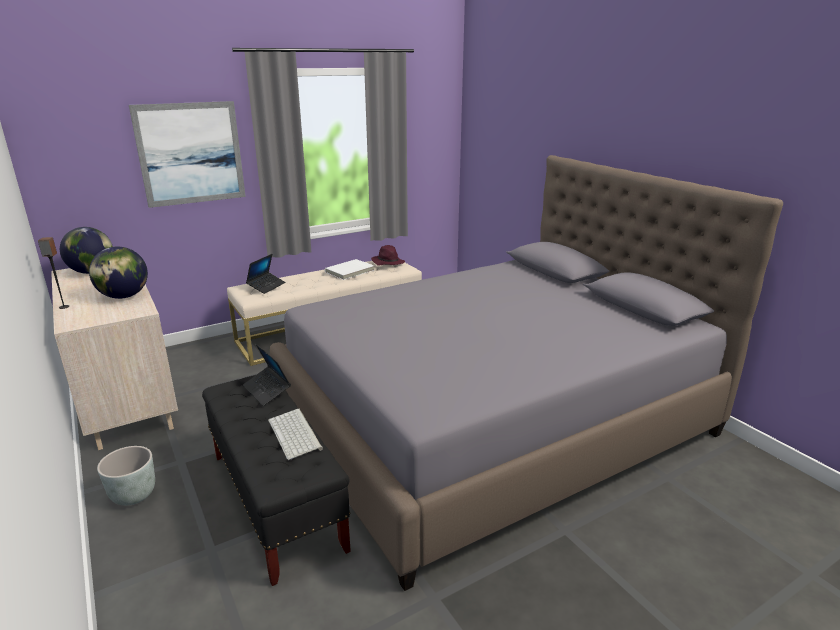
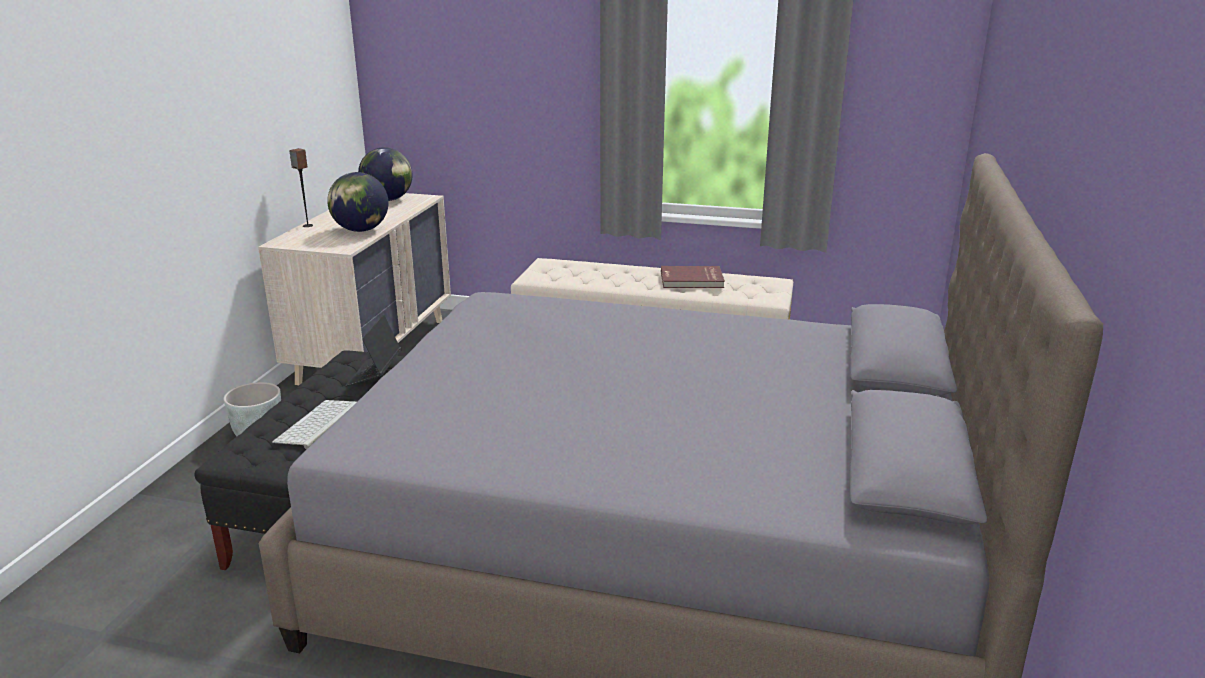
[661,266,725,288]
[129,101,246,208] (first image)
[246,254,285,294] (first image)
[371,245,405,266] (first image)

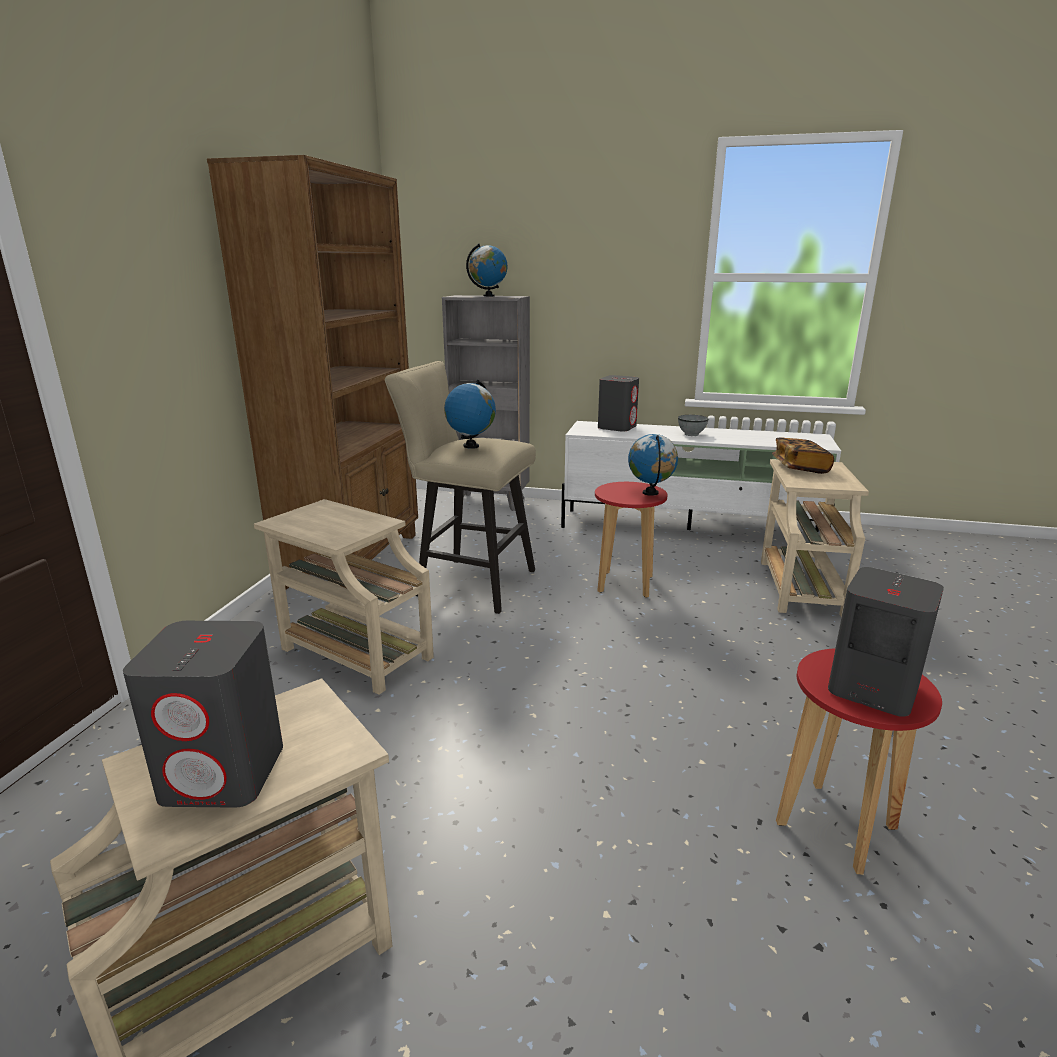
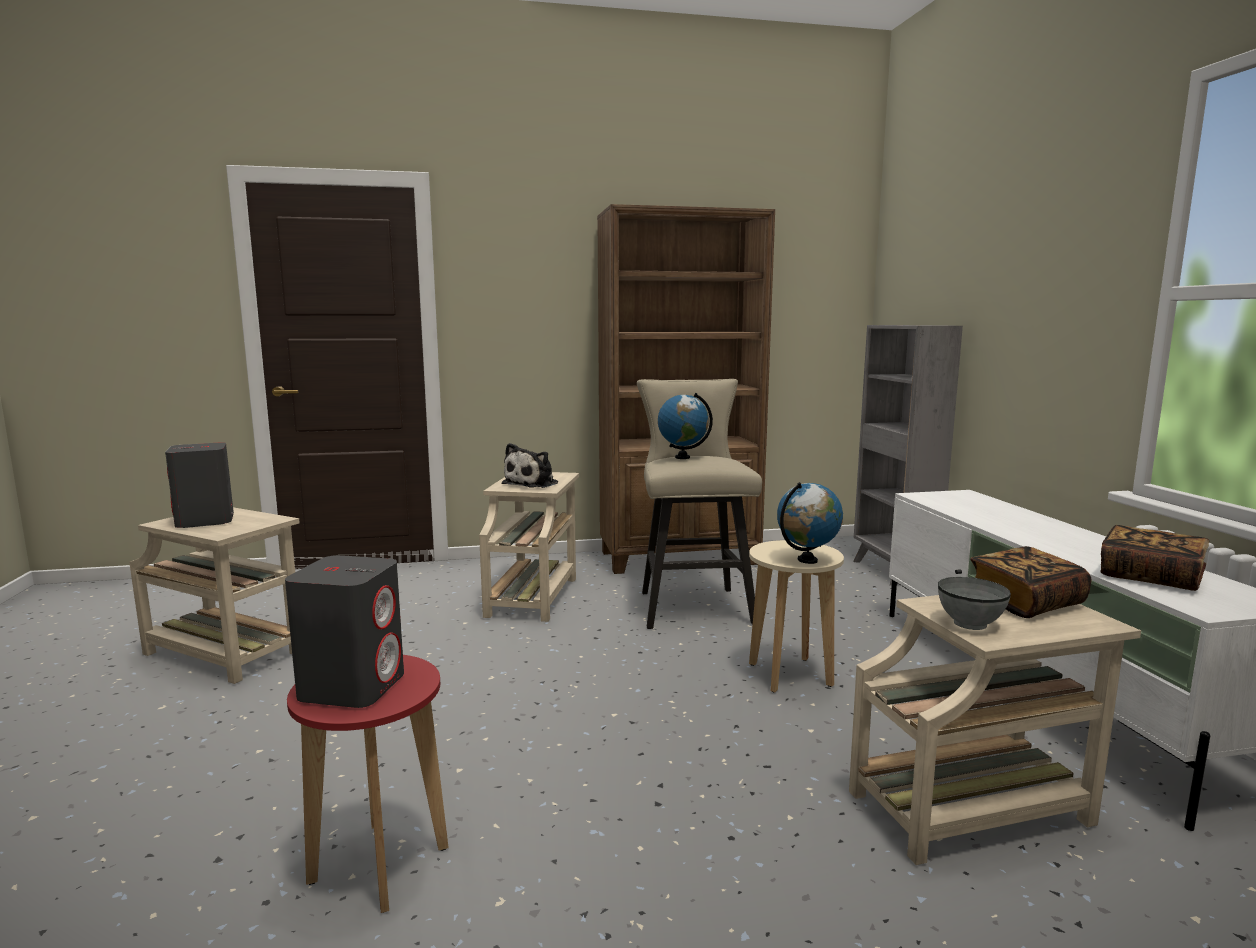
[502,443,558,488]
[749,540,844,693]
[938,577,1011,630]
[1100,525,1209,591]
[466,244,508,297] (first image)
[598,375,639,432] (first image)

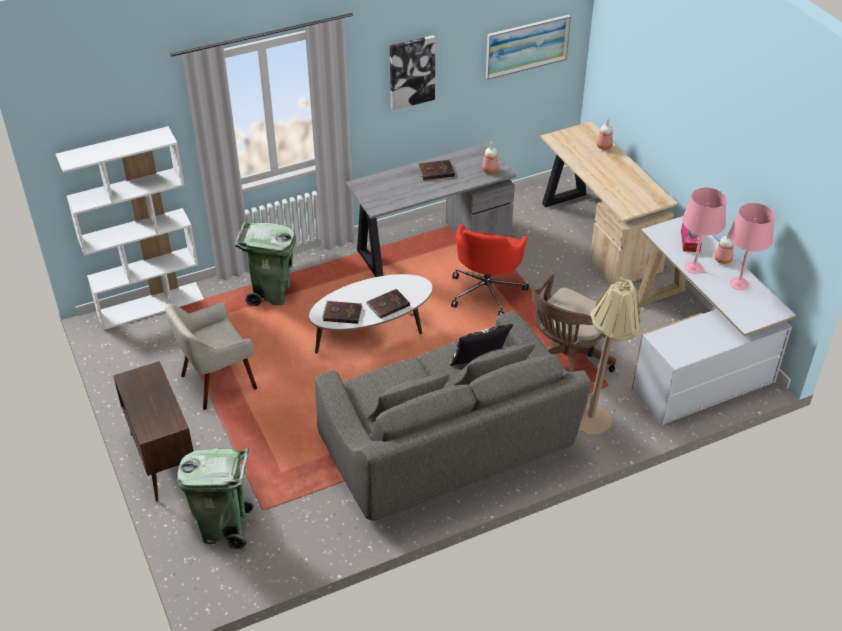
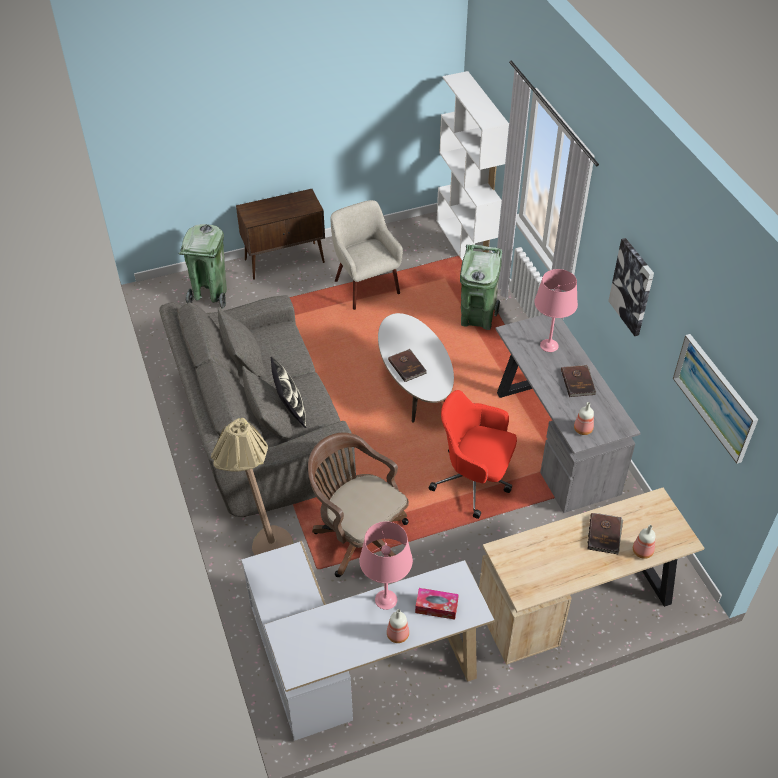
[534,269,578,352]
[587,513,623,554]

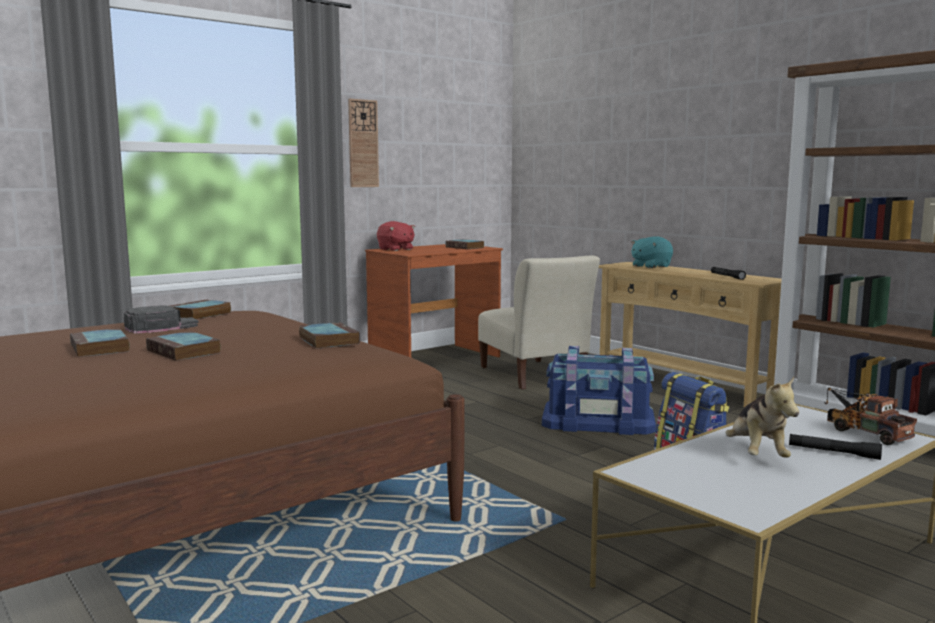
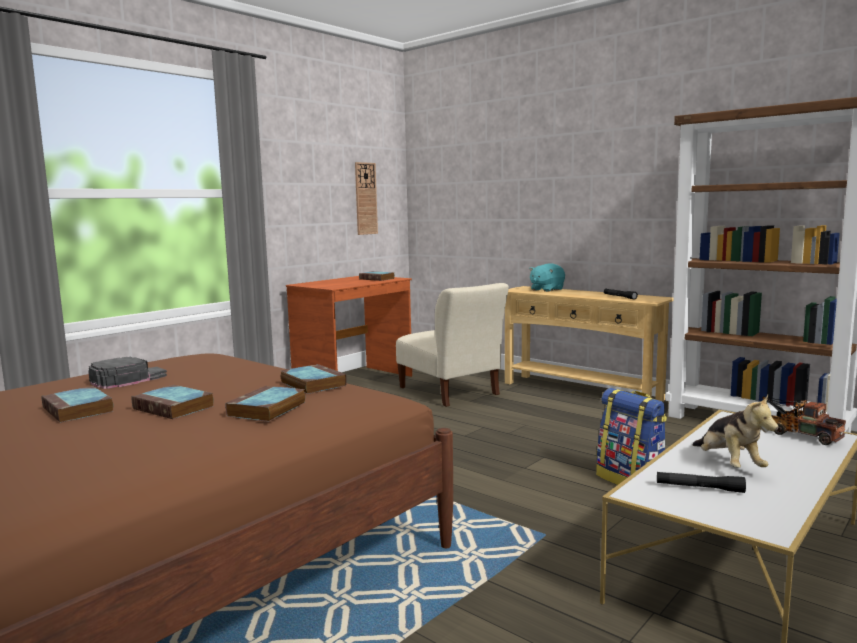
[225,386,306,422]
[355,162,378,235]
[657,472,746,493]
[377,221,415,251] (first image)
[542,346,656,435] (first image)

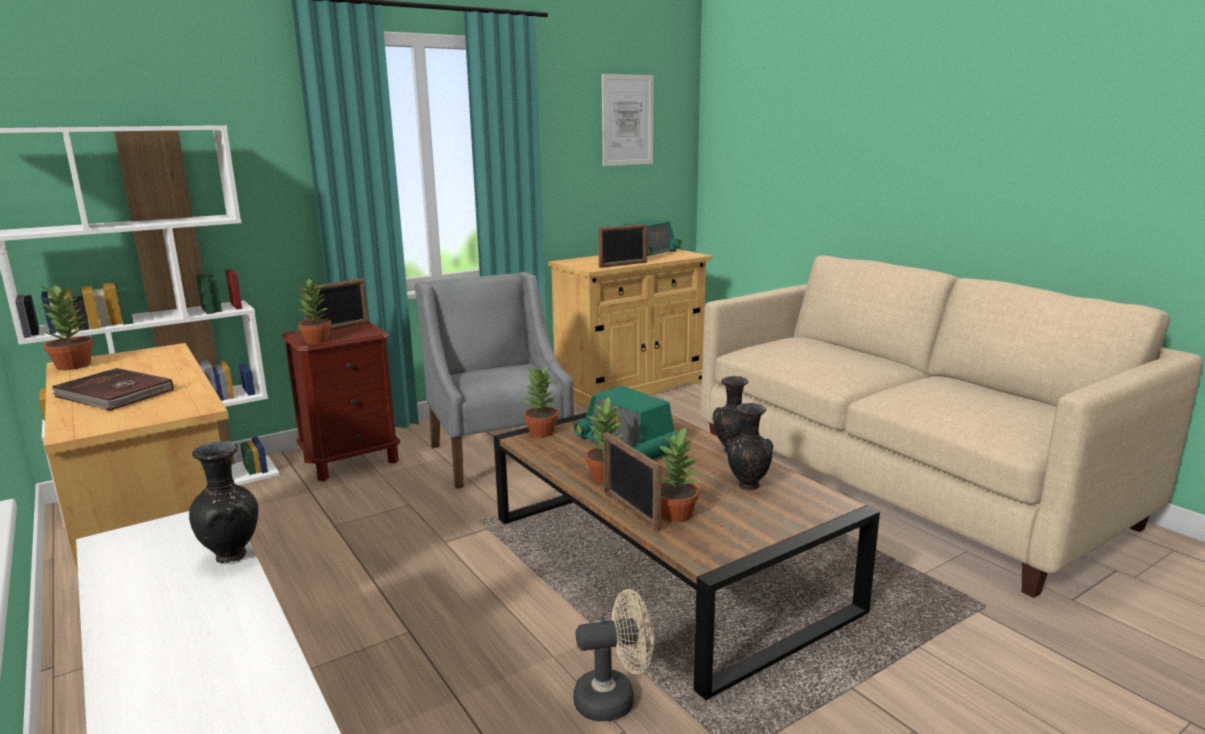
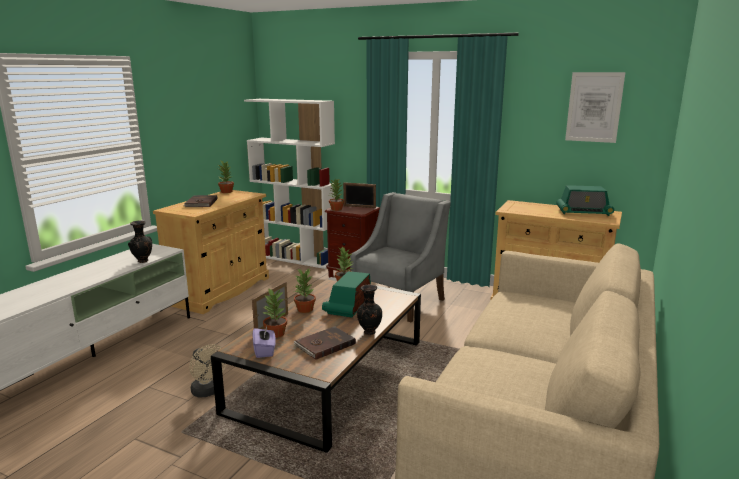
[253,326,276,358]
[294,326,356,360]
[598,224,647,268] (first image)

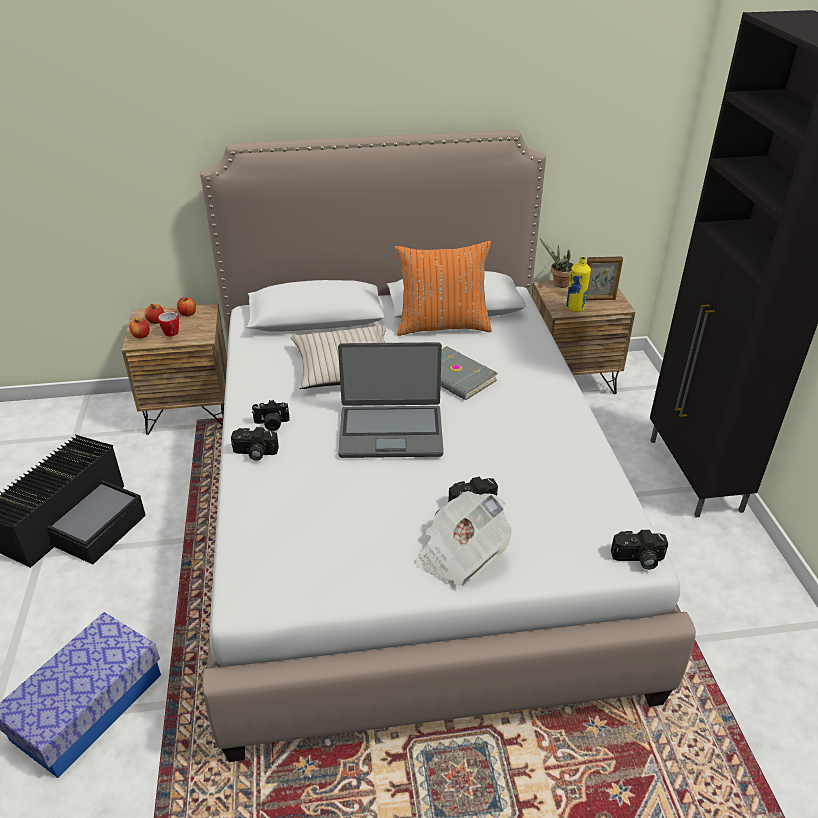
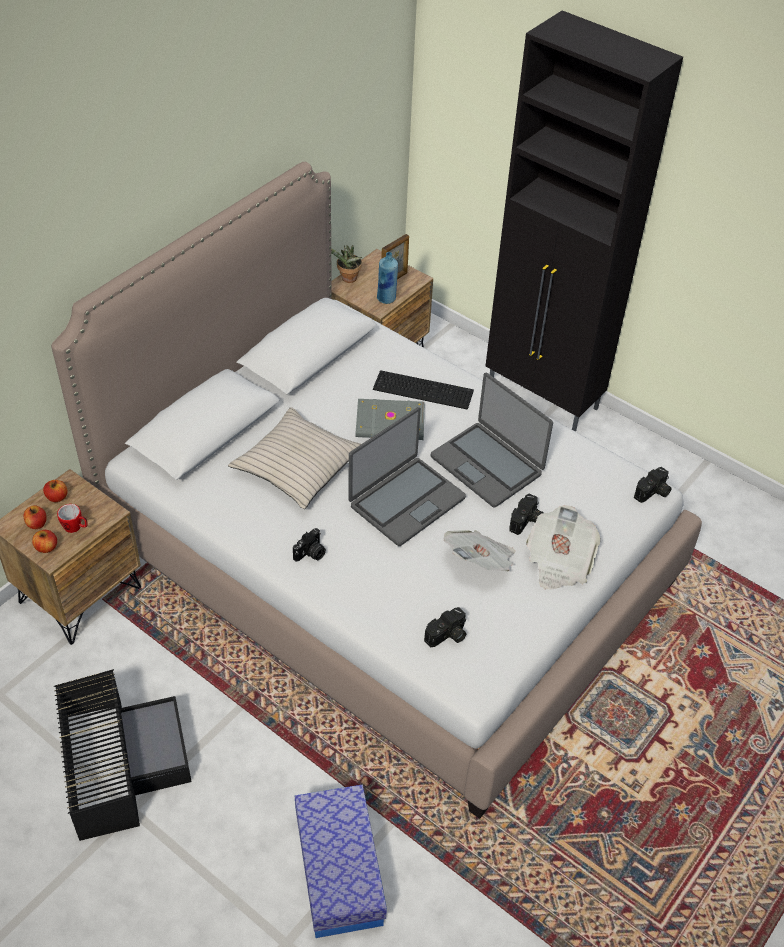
[373,370,474,410]
[377,252,398,304]
[424,607,466,647]
[431,372,553,507]
[444,530,516,572]
[395,241,492,336] (first image)

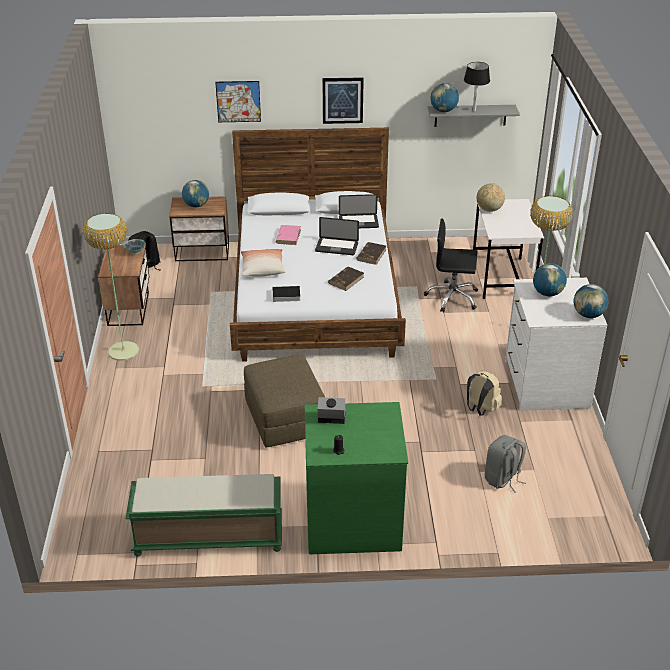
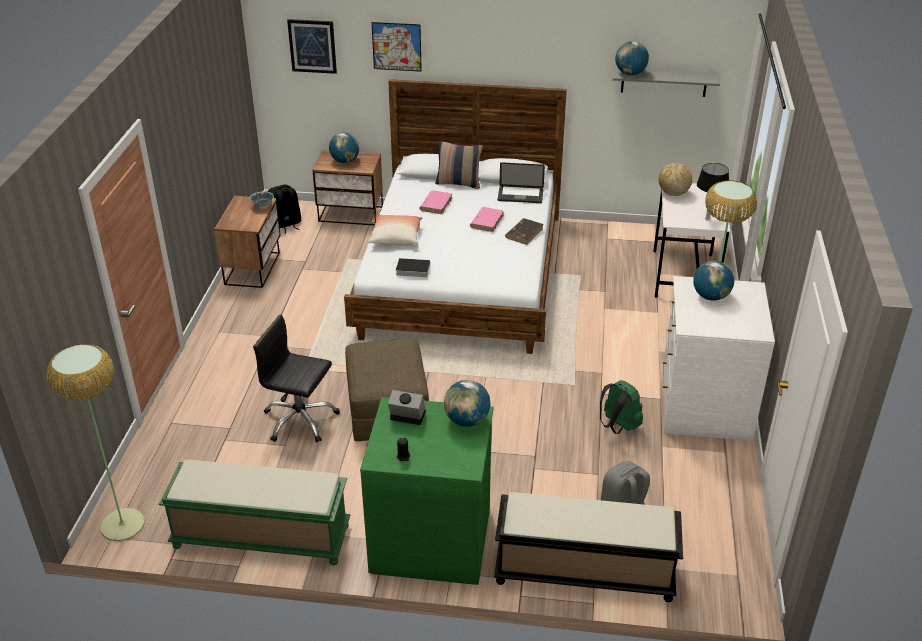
[46,344,145,541]
[253,315,340,442]
[287,19,337,74]
[435,141,483,189]
[444,380,491,427]
[470,207,504,232]
[494,492,683,602]
[600,380,643,434]
[697,163,729,221]
[328,267,364,291] (first image)

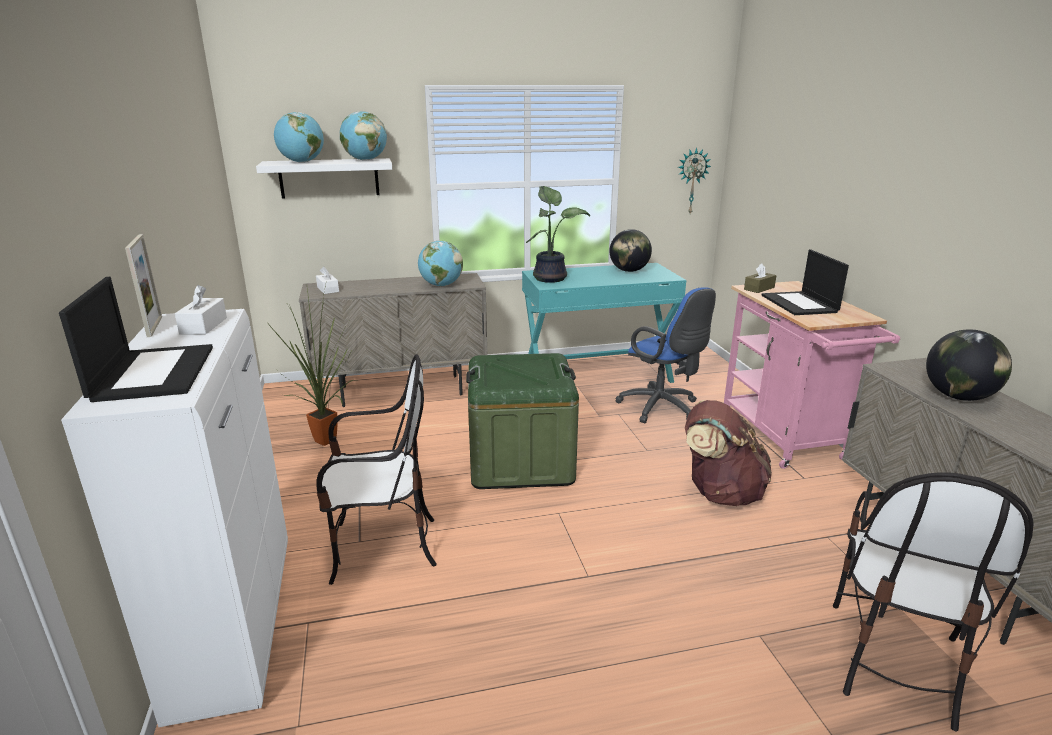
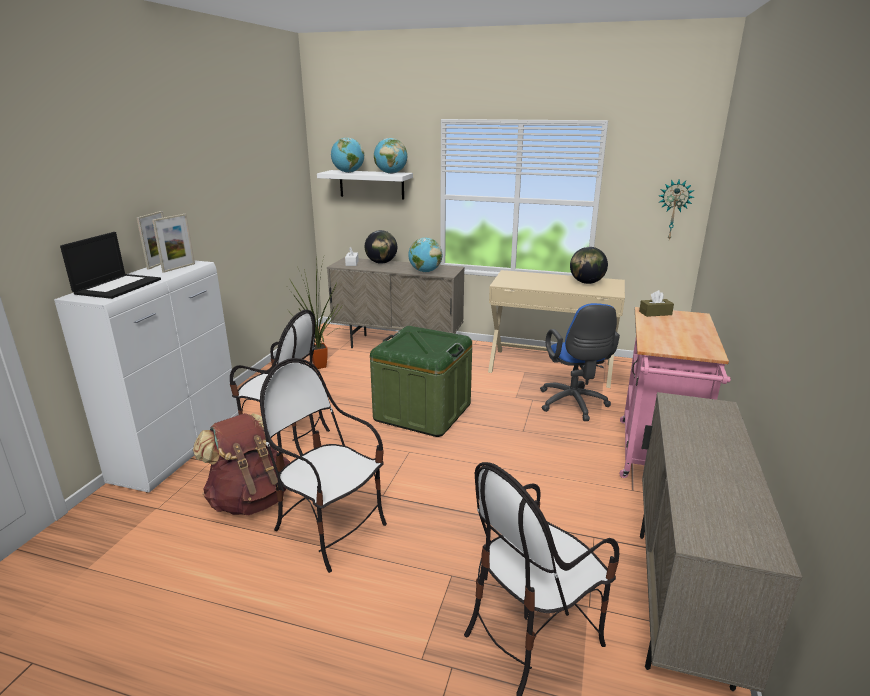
[152,214,195,273]
[193,413,290,515]
[260,358,387,573]
[365,230,397,264]
[488,270,625,388]
[526,186,590,283] (first image)
[762,249,849,315] (first image)

